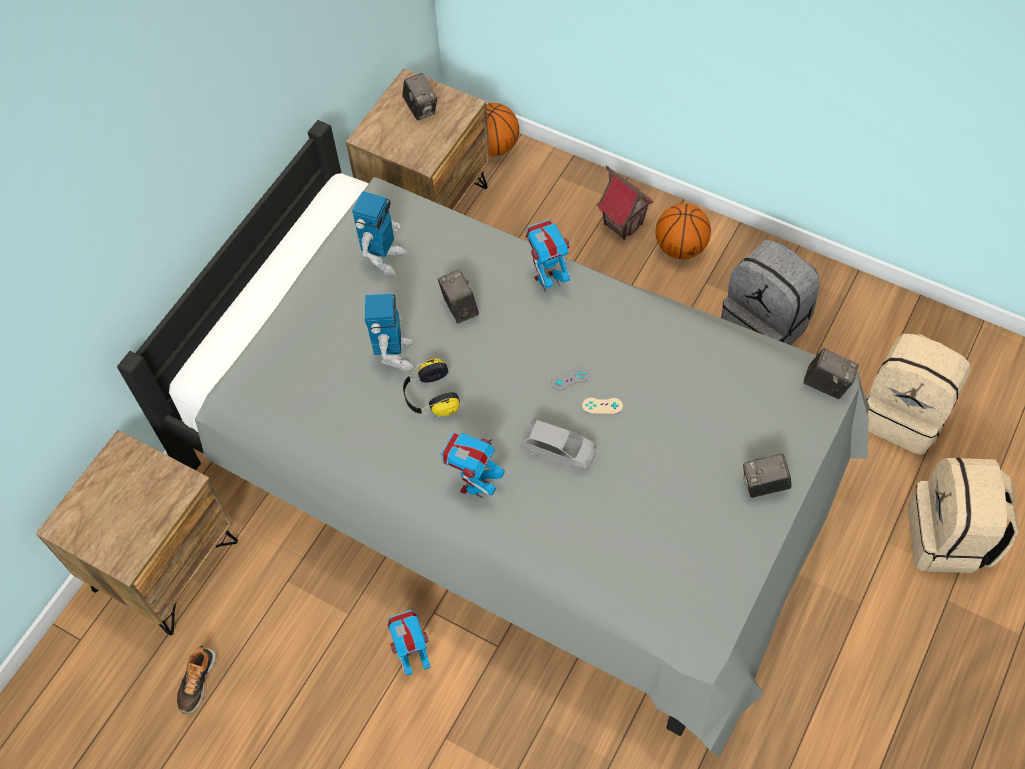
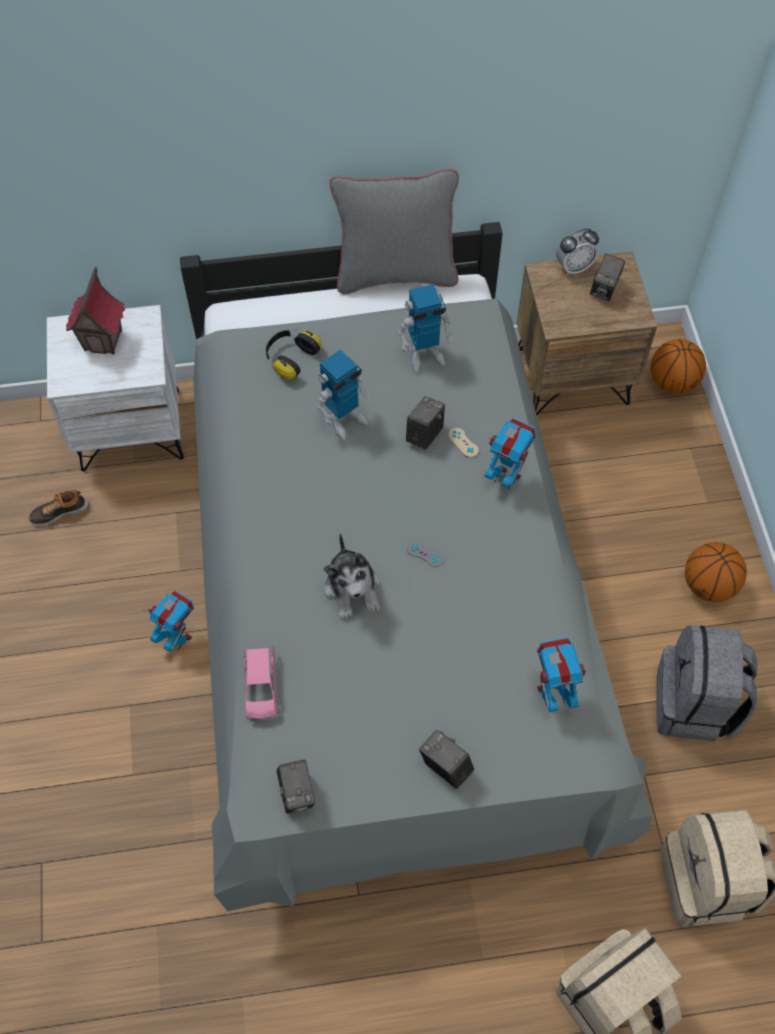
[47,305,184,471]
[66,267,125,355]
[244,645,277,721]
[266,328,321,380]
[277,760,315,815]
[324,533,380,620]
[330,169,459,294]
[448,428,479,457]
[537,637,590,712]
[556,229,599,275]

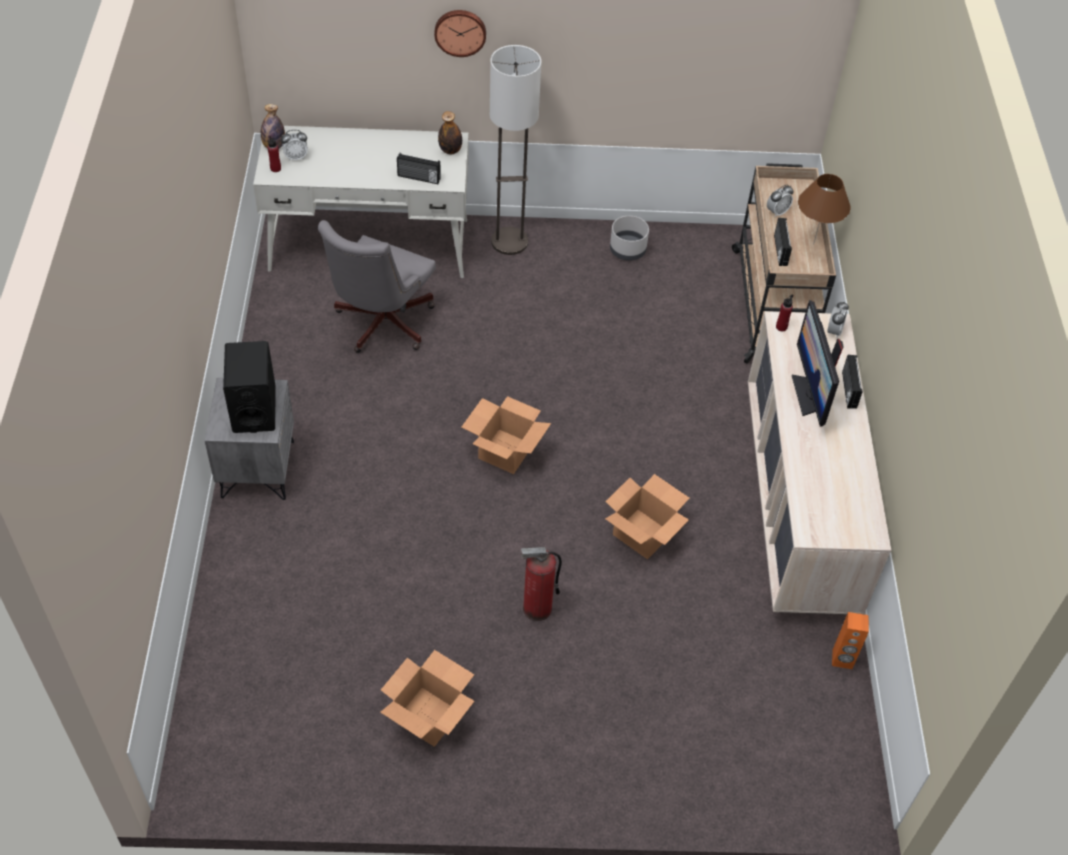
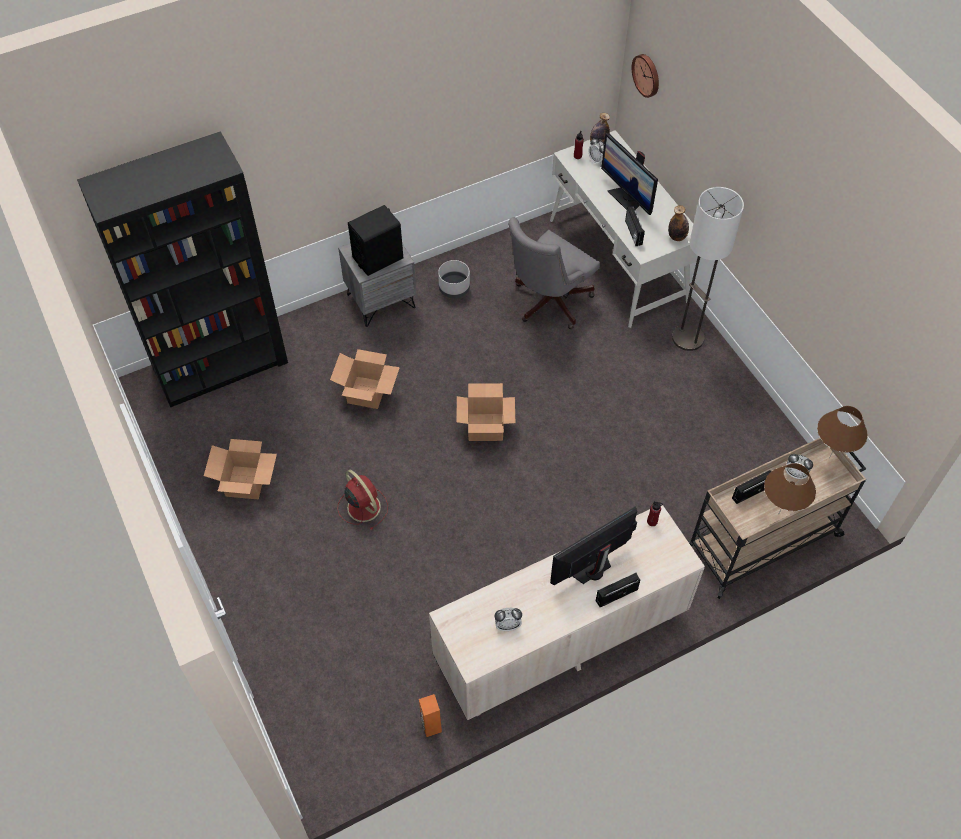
[77,131,288,407]
[330,349,400,409]
[337,470,388,530]
[438,260,470,298]
[495,608,522,631]
[508,217,600,329]
[601,133,658,215]
[632,54,659,98]
[817,406,868,458]

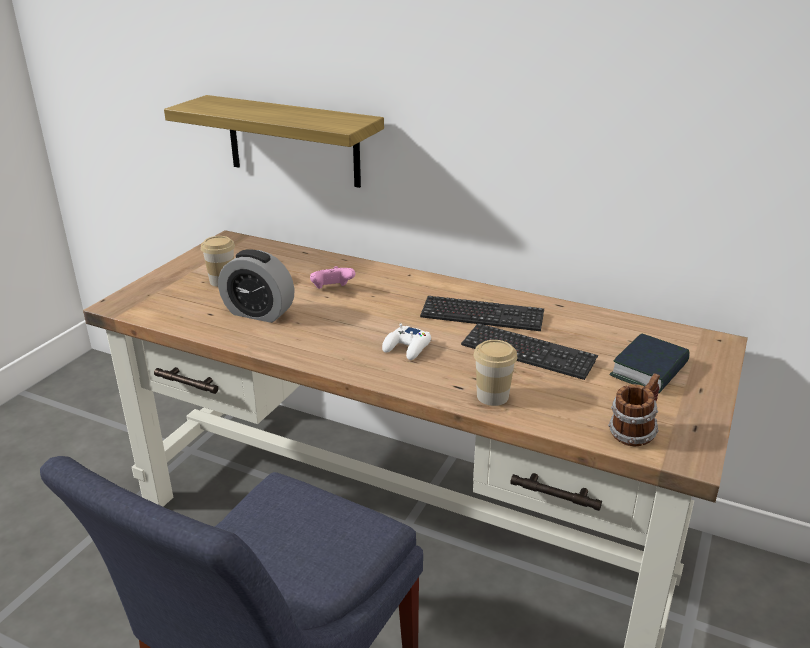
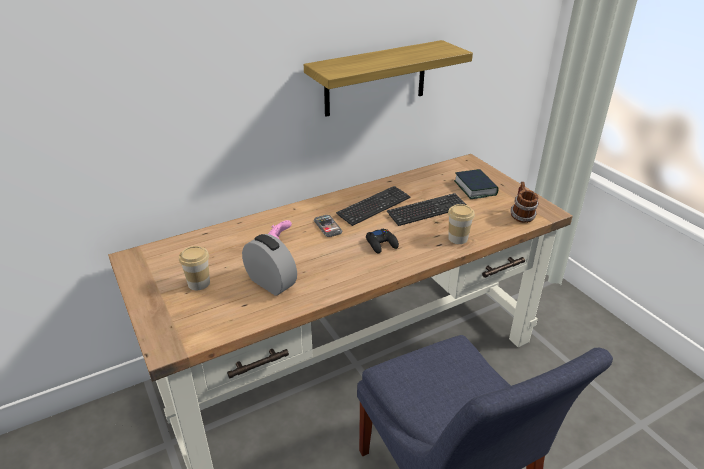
[242,234,297,296]
[304,40,473,117]
[314,215,342,237]
[366,228,399,254]

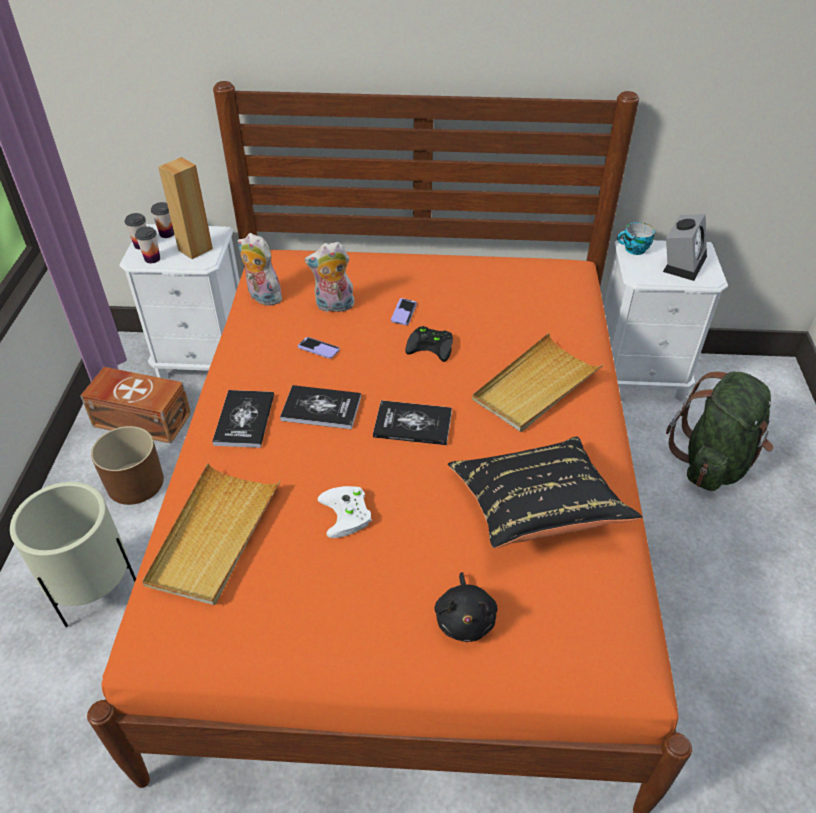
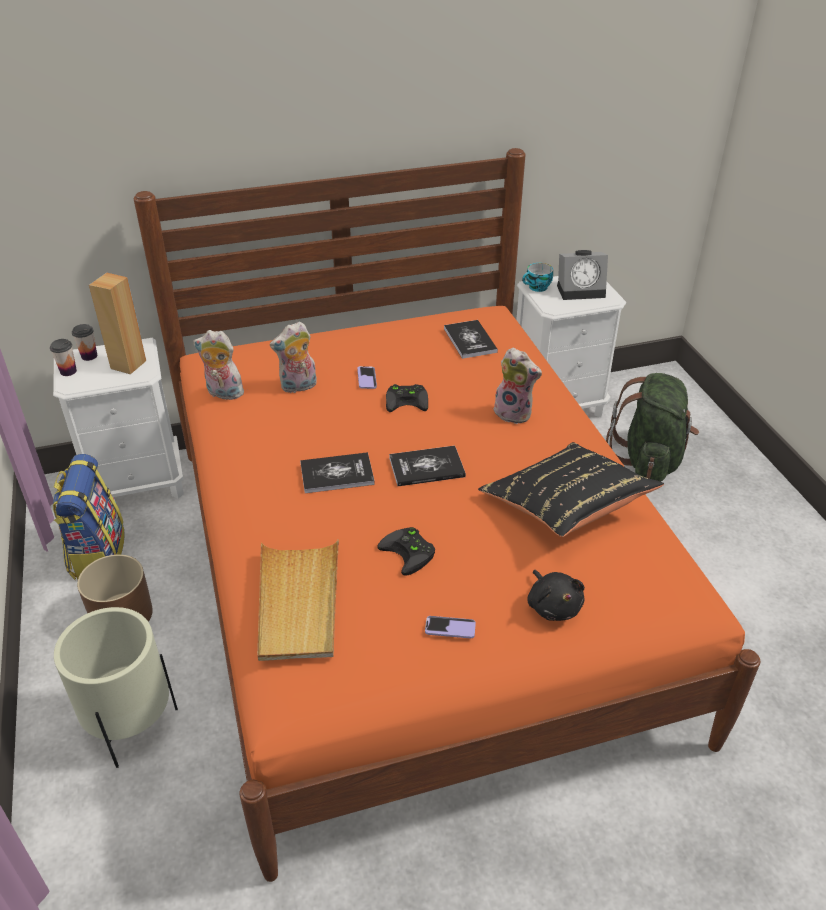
[53,454,125,580]
[377,527,435,576]
[425,616,476,638]
[444,320,498,359]
[494,348,542,424]
[557,250,608,300]
[135,226,160,263] (first image)

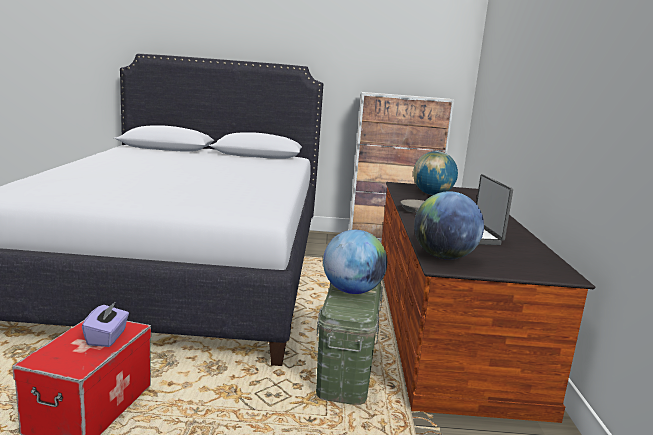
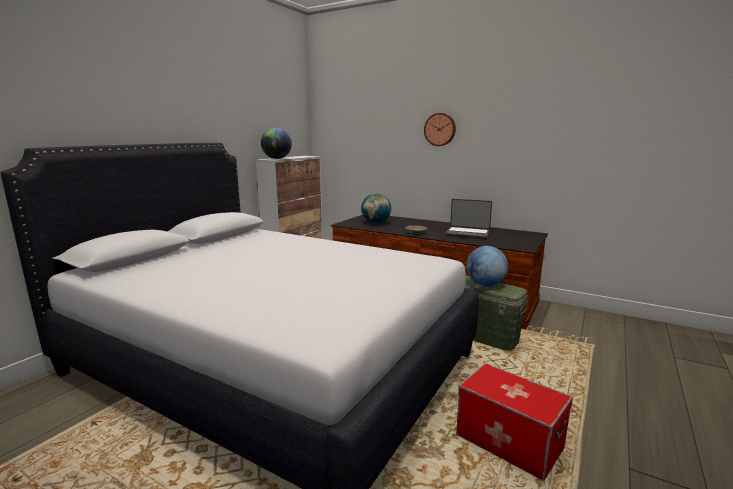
[261,128,292,159]
[424,113,456,146]
[82,301,129,347] (first image)

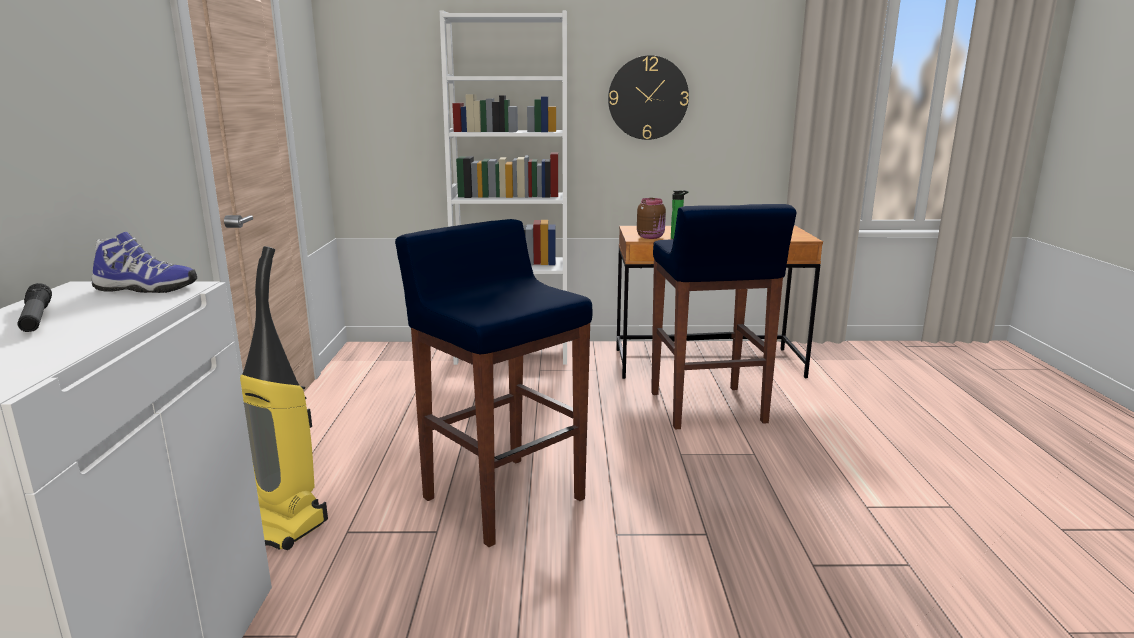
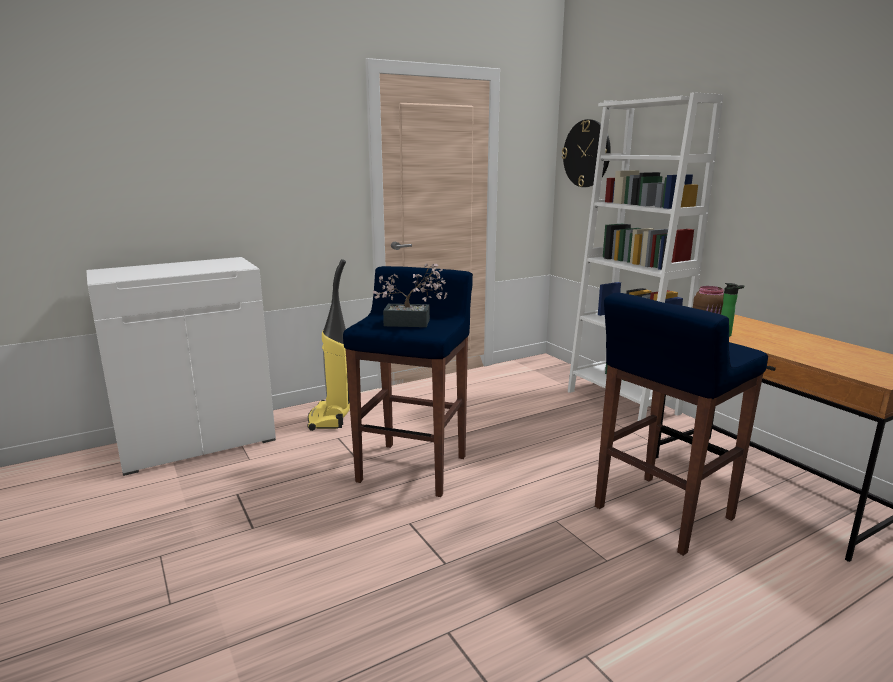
[373,263,447,327]
[562,119,611,187]
[18,283,52,332] (first image)
[92,232,197,293] (first image)

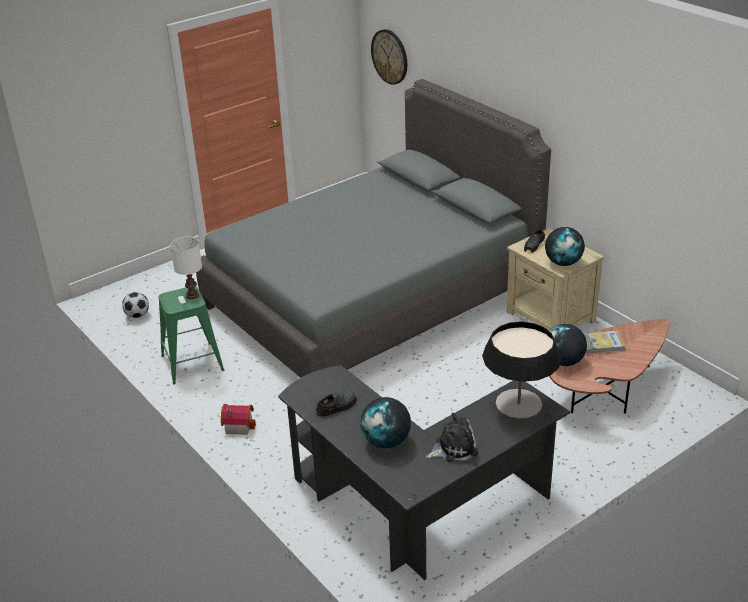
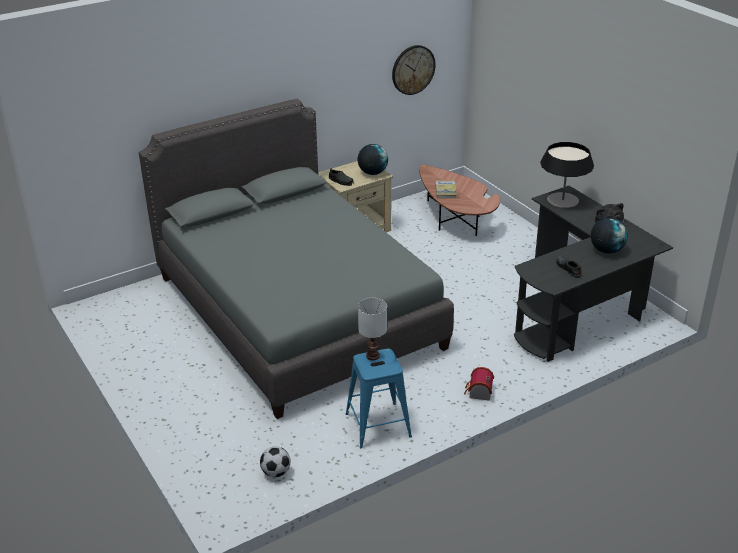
[346,349,412,448]
[392,45,435,95]
[550,324,587,366] (first image)

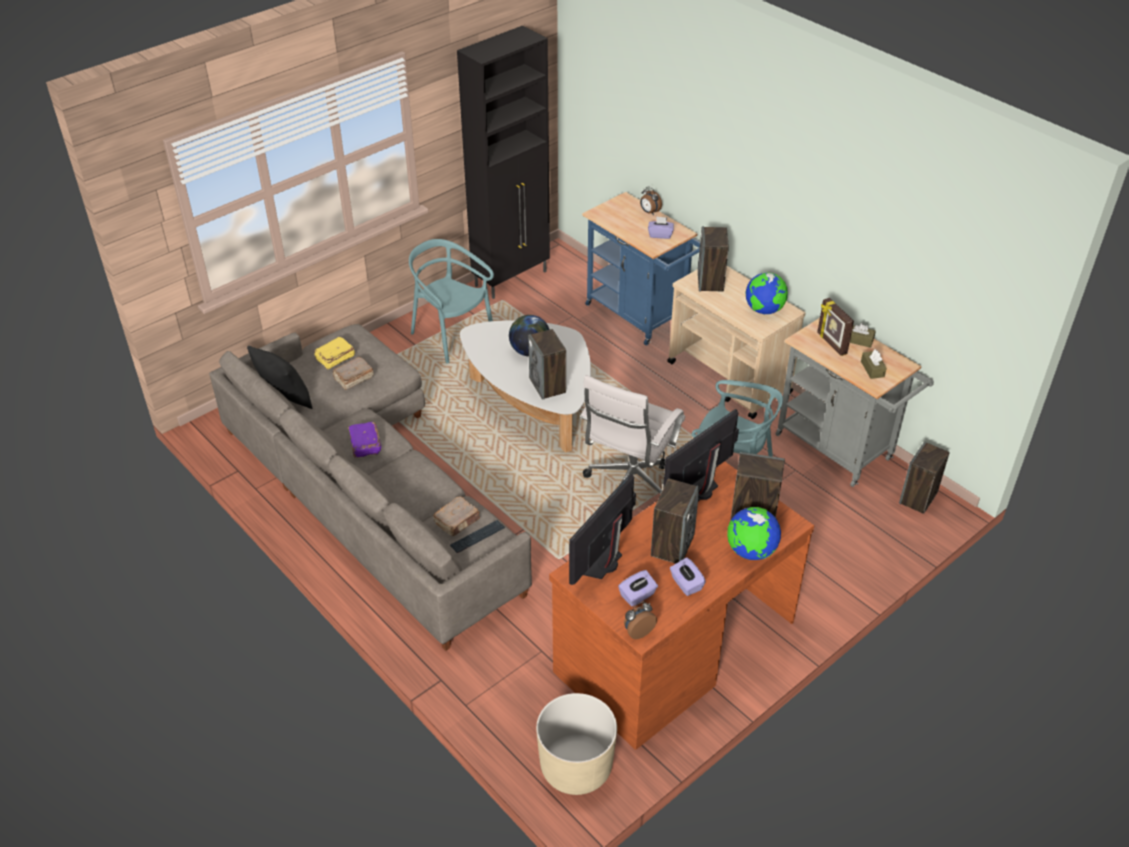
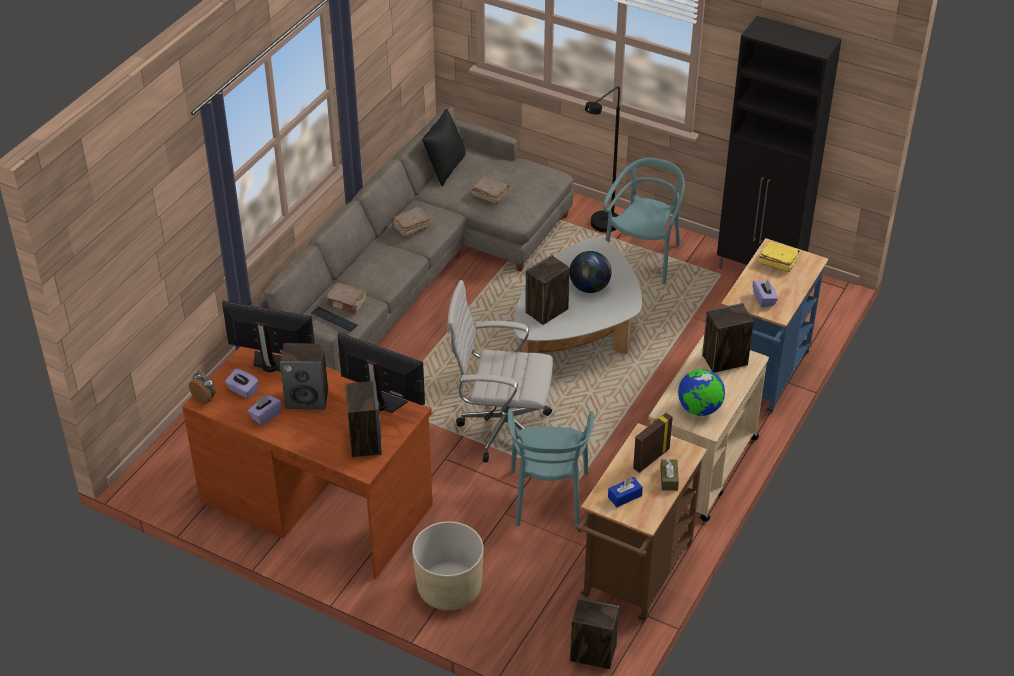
[392,207,431,237]
[412,521,484,610]
[576,423,707,621]
[585,87,620,232]
[608,477,643,507]
[758,241,800,272]
[640,186,662,215] (first image)
[727,507,781,560] (first image)

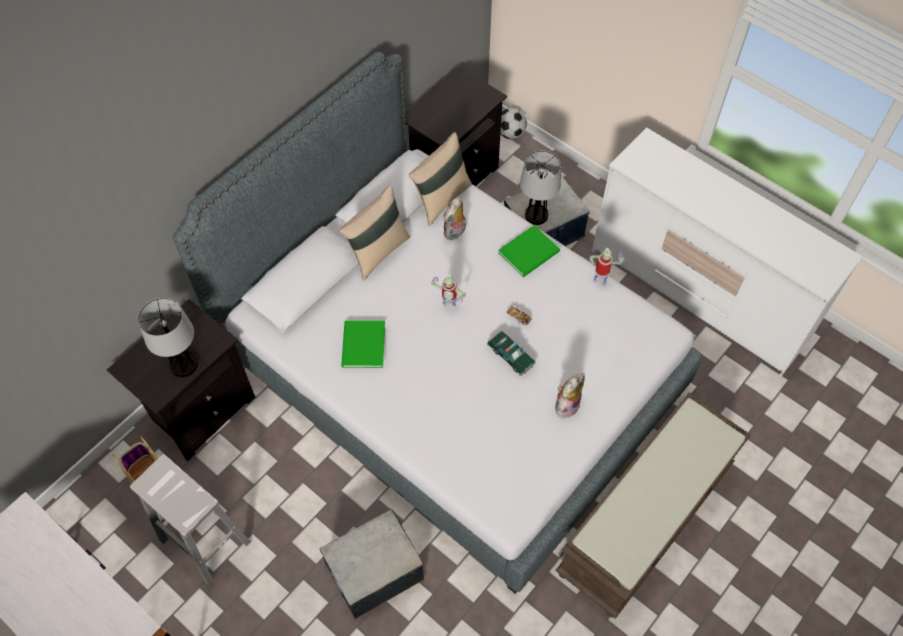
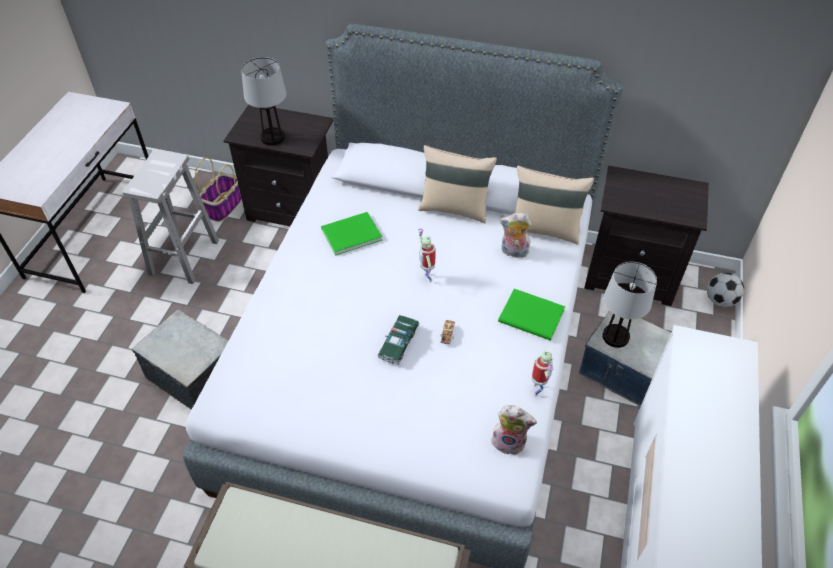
[491,405,537,455]

